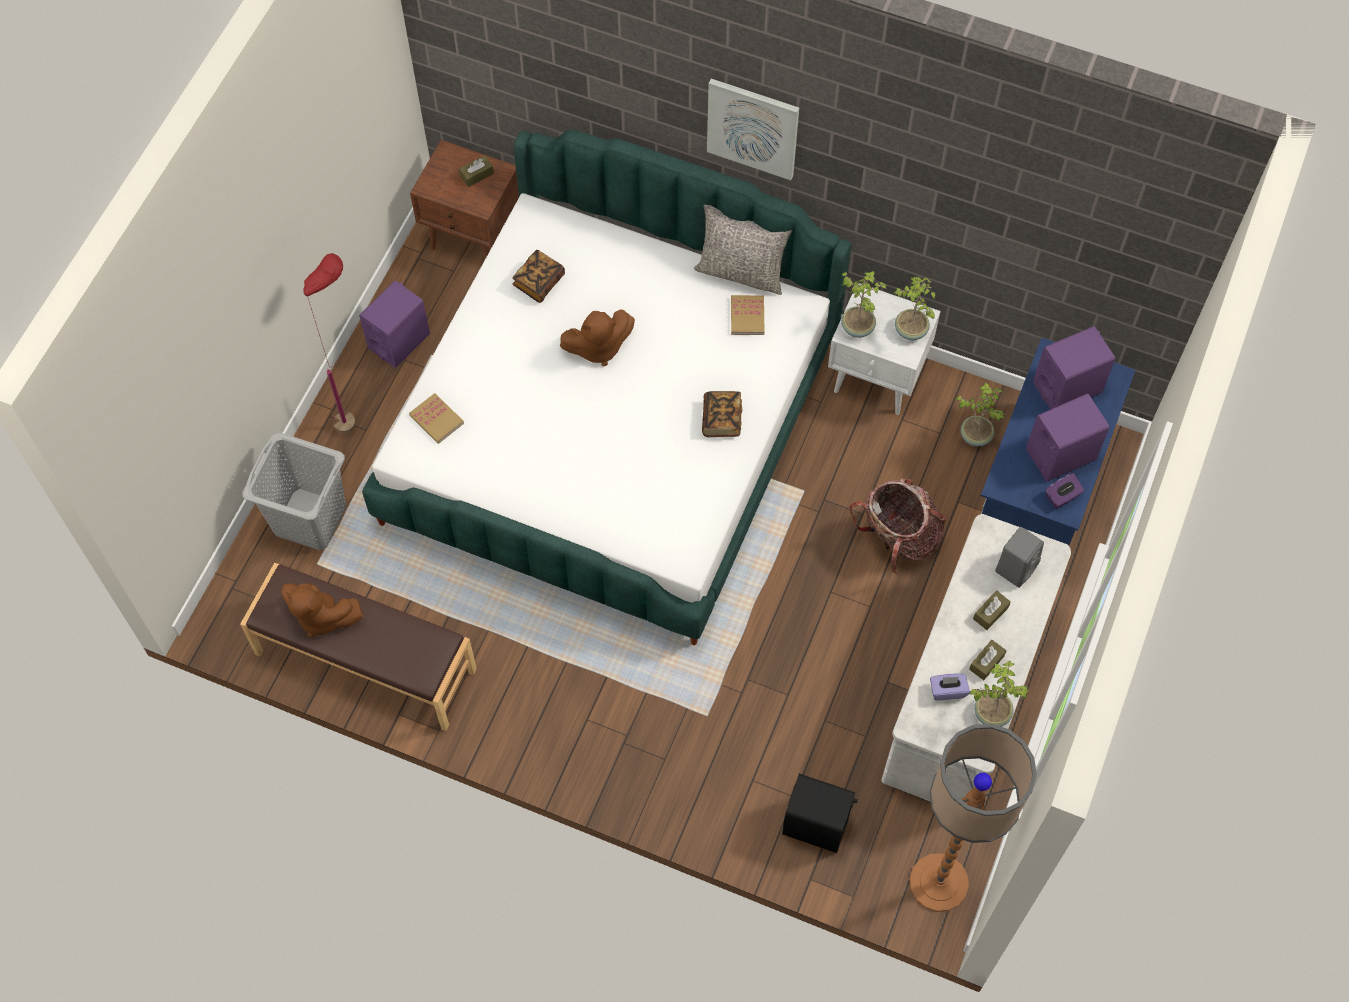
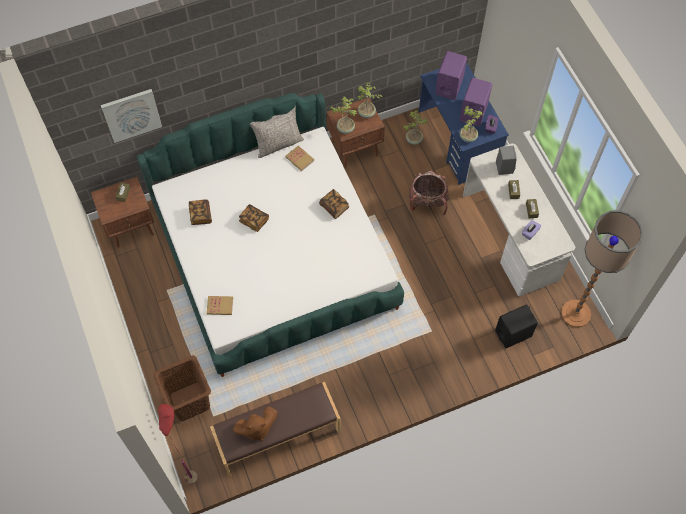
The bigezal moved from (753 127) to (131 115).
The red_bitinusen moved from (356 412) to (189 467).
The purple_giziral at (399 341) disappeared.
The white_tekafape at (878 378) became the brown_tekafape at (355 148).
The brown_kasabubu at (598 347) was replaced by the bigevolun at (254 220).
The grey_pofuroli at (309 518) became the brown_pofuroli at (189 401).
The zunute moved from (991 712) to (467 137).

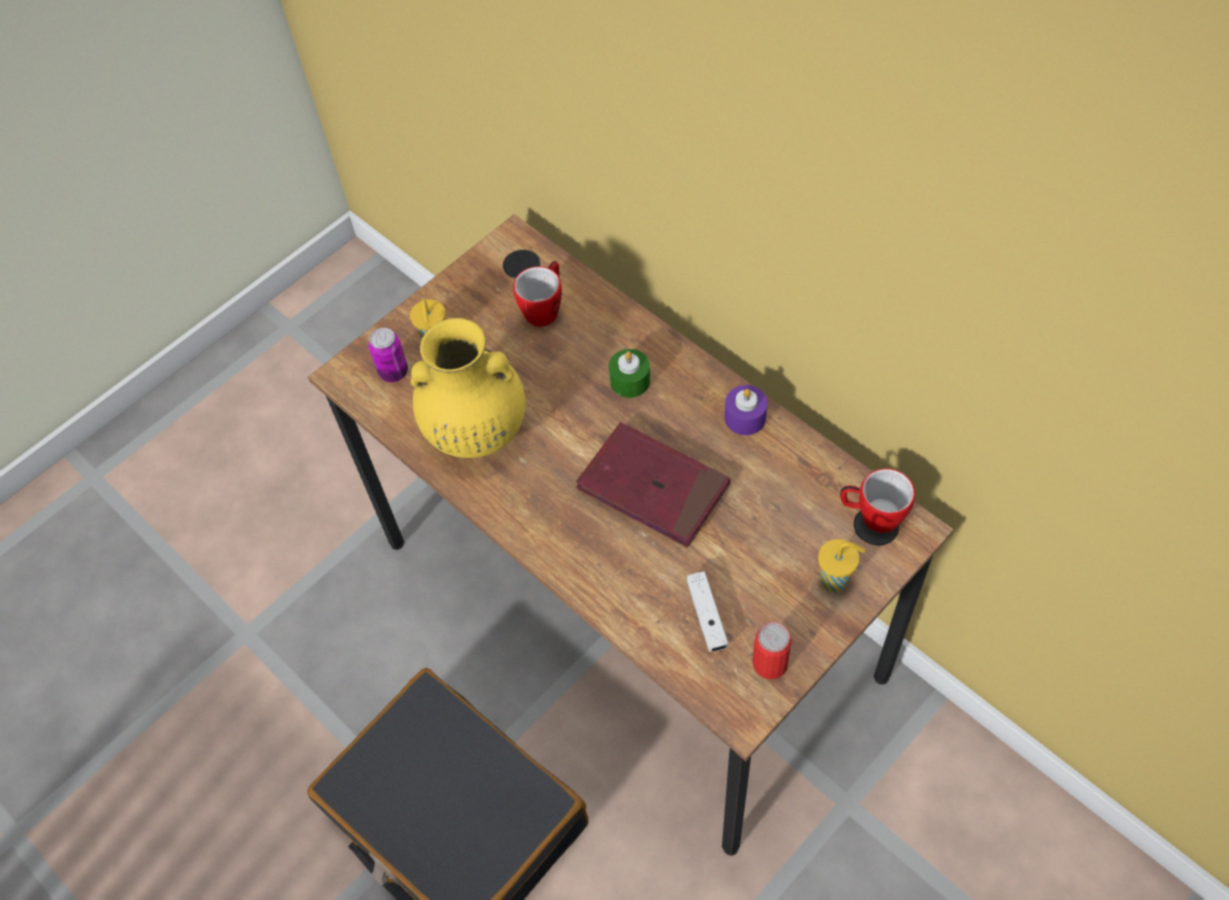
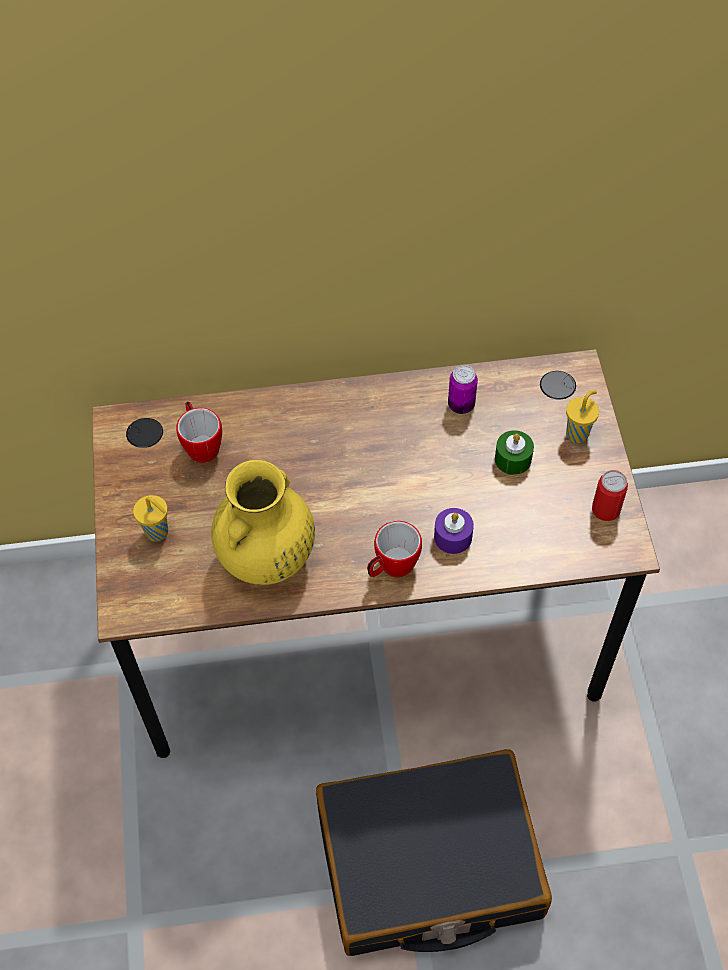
The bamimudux moved from (393 372) to (461 405).
The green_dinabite moved from (630 381) to (513 459).
The purple_dinabite moved from (745 417) to (453 537).
The red_bigevolun at (653 487) disappeared.
The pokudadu moved from (872 515) to (391 567).
The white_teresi at (706 616) disappeared.

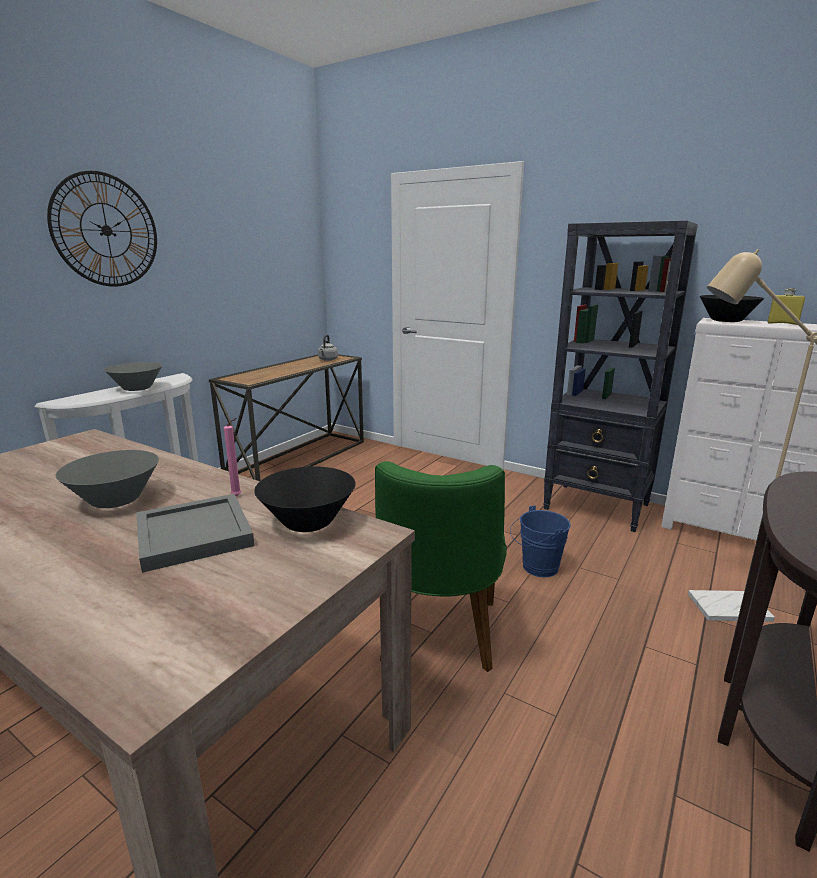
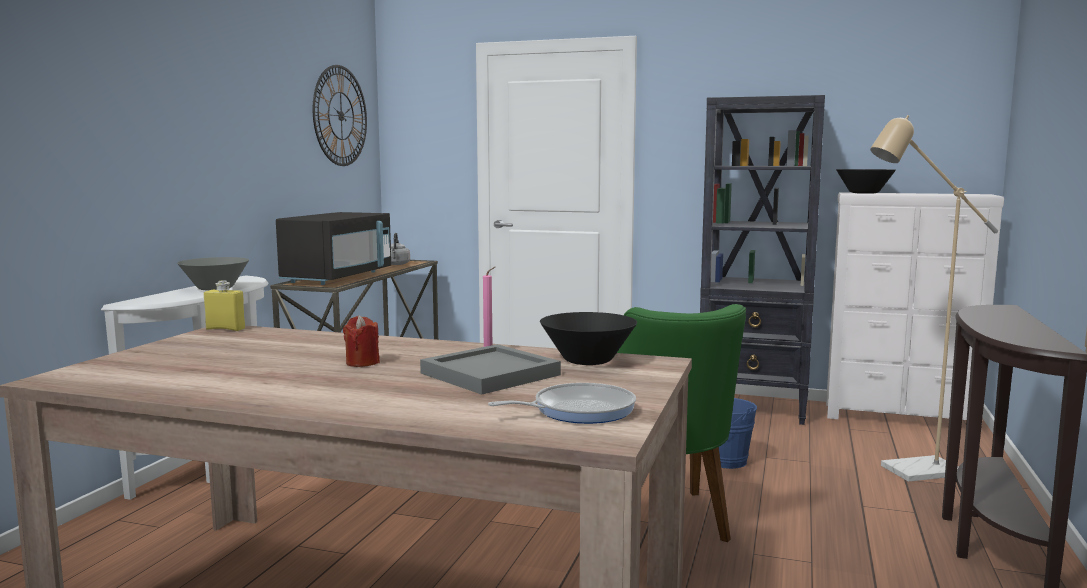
The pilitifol moved from (106 230) to (340 116).
The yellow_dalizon moved from (782 323) to (225 329).
The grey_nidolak at (115 500) was replaced by the red_dinabite at (362 363).
The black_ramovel at (338 277) appeared.
The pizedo at (578 410) appeared.

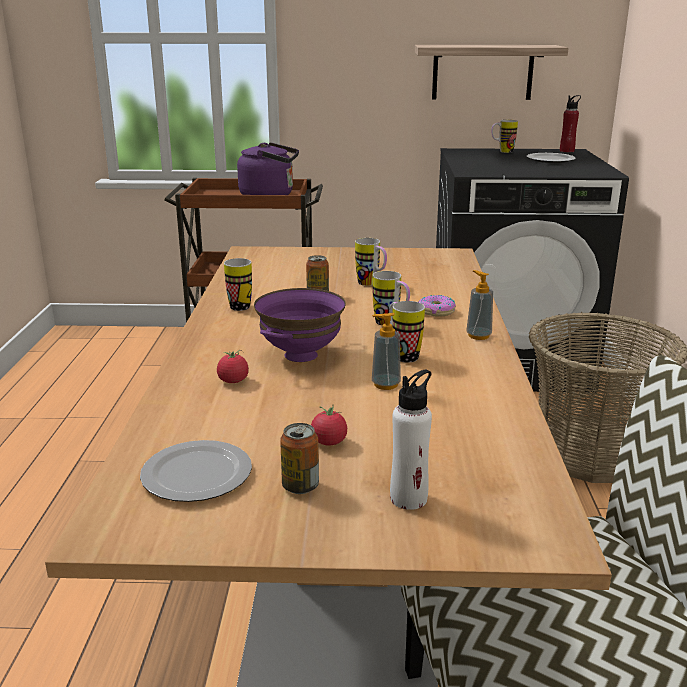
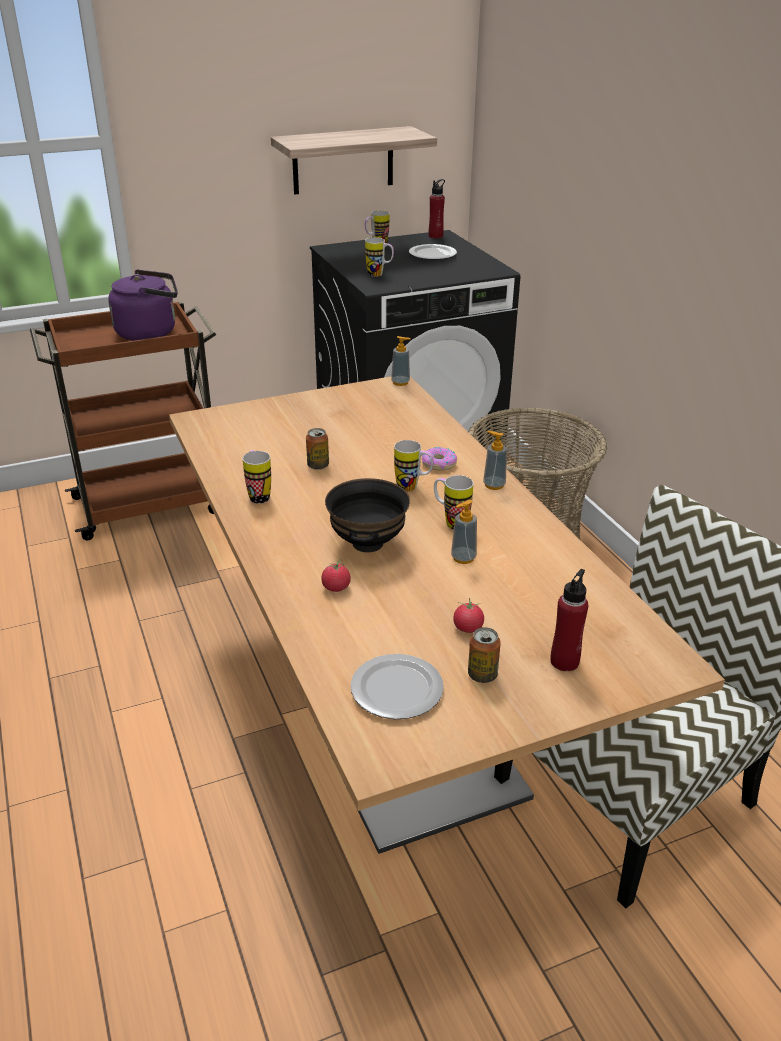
The pokudadu moved from (371 284) to (379 275).
The purple_nidolak at (301 355) became the black_nidolak at (368 544).
The white_dalizon at (409 498) became the red_dalizon at (564 661).
The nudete at (400 382) appeared.

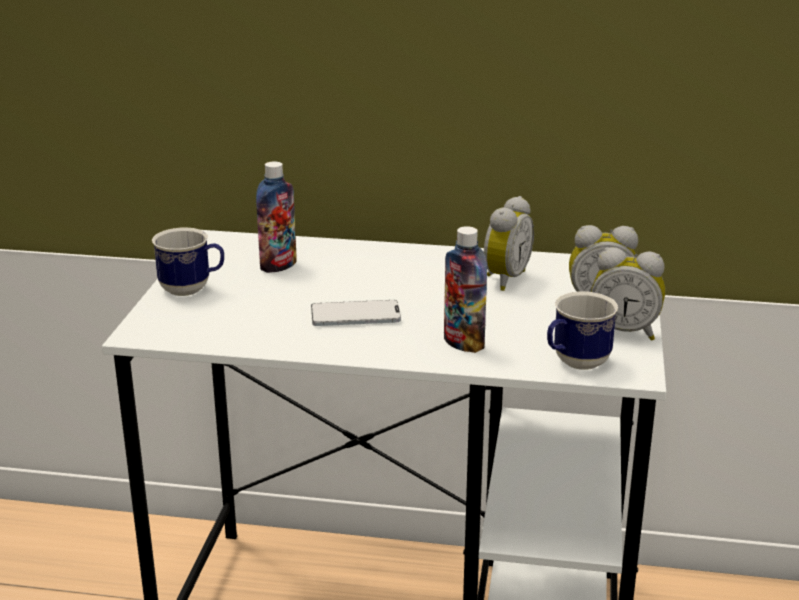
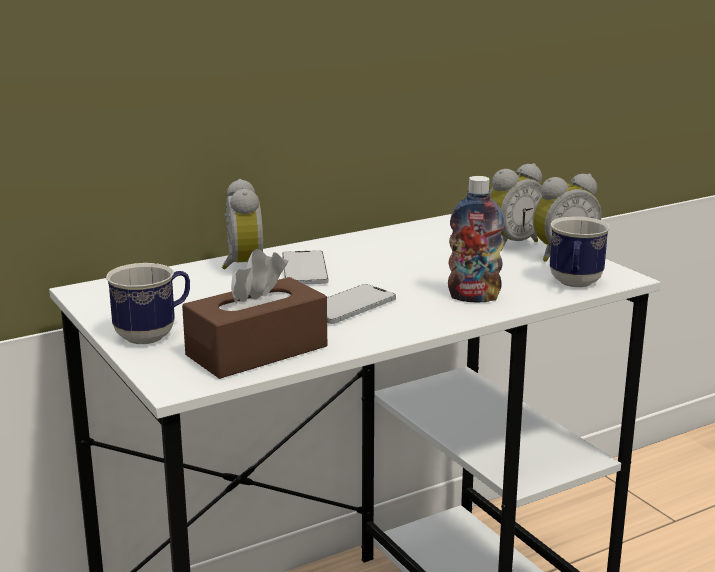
The dalizon at (278 266) disappeared.
The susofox moved from (503 279) to (241 268).
The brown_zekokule at (257 351) appeared.
The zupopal at (304 270) appeared.

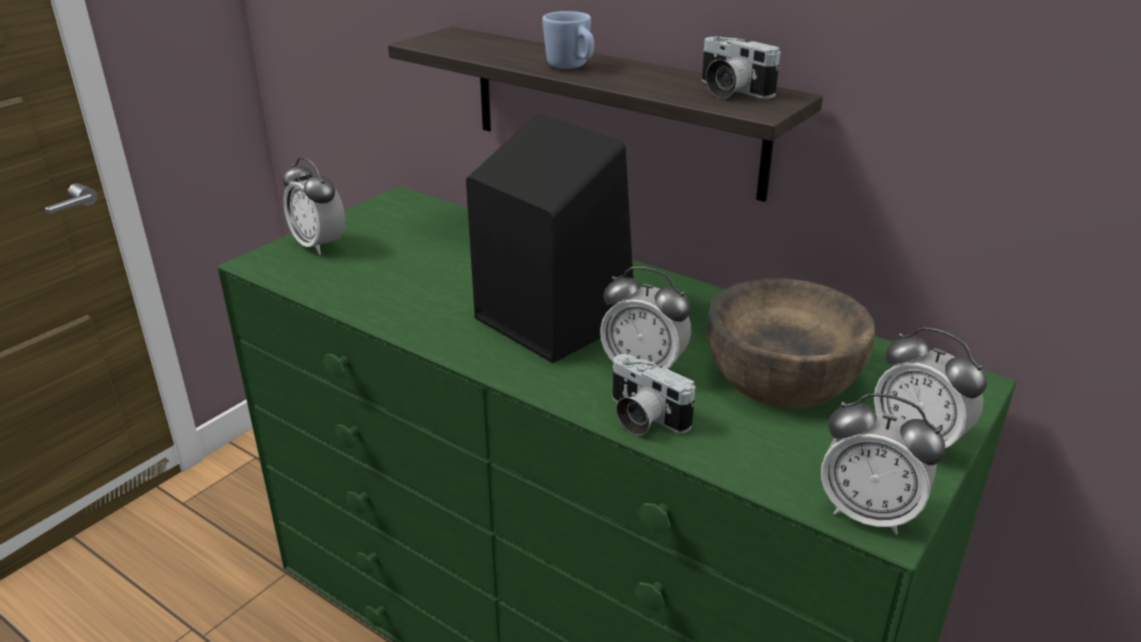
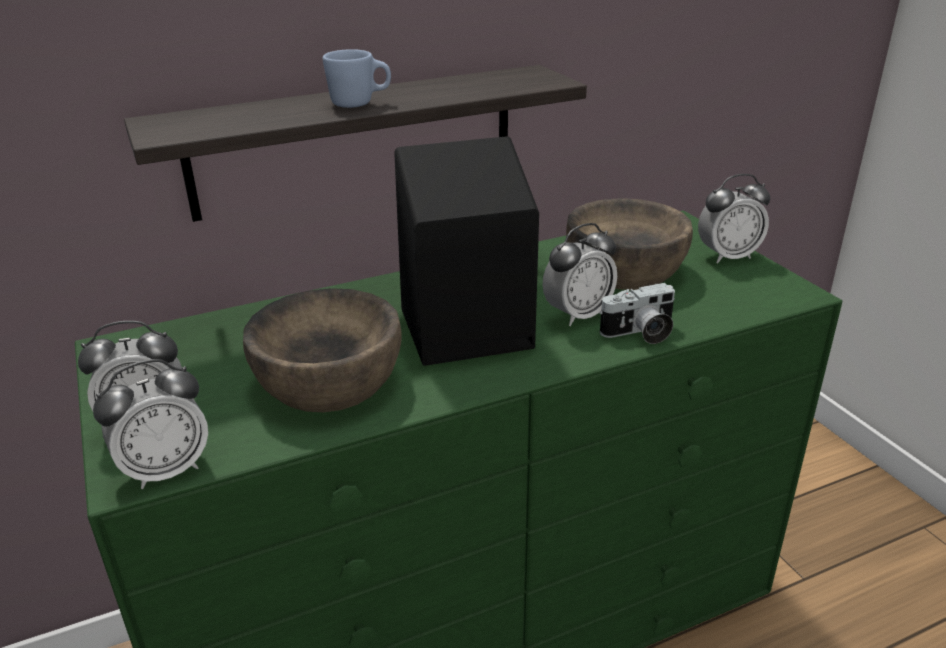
The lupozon at (729 91) disappeared.
The susofox moved from (868 513) to (166 470).
The brown_nidolak at (328 380) appeared.

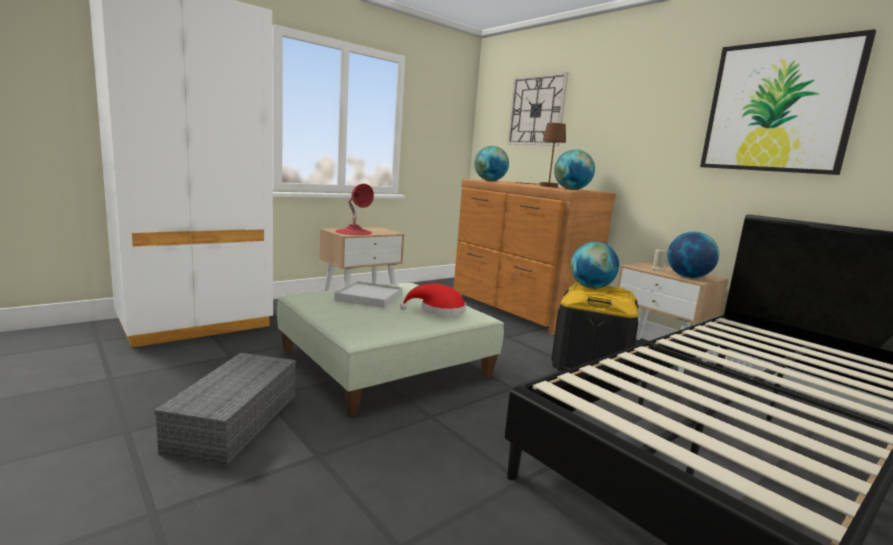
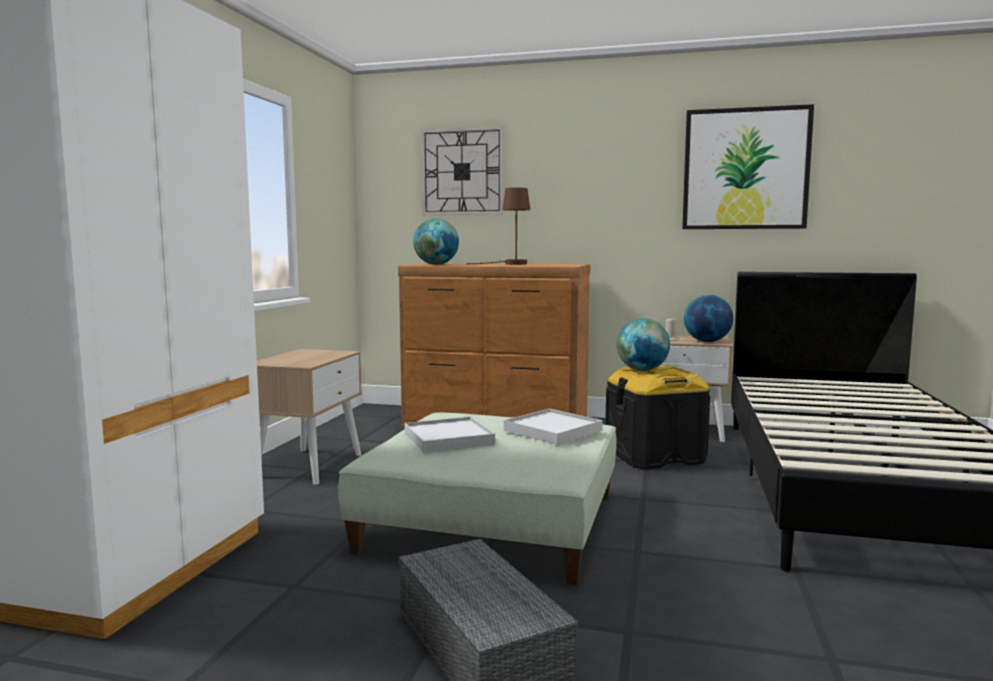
The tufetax at (571 189) disappeared.
The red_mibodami at (354 232) disappeared.
The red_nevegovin at (438 310) was replaced by the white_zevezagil at (553 430).

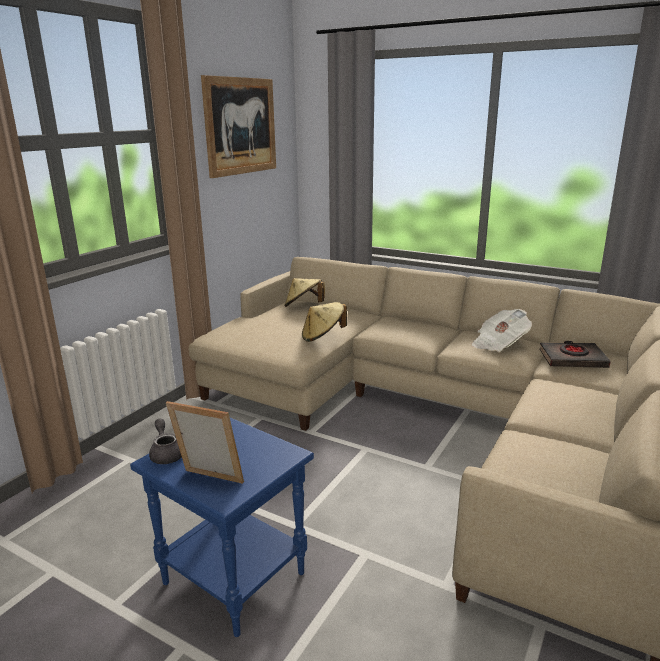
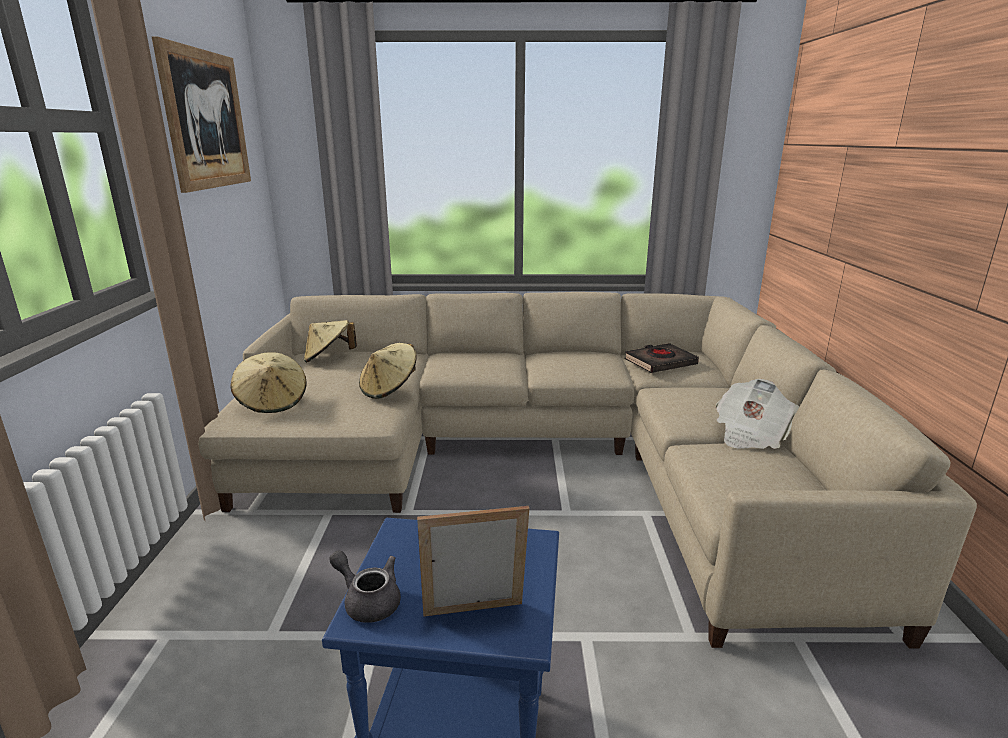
The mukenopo moved from (498 344) to (750 434).
The beige_nevegovin at (272 402) appeared.

